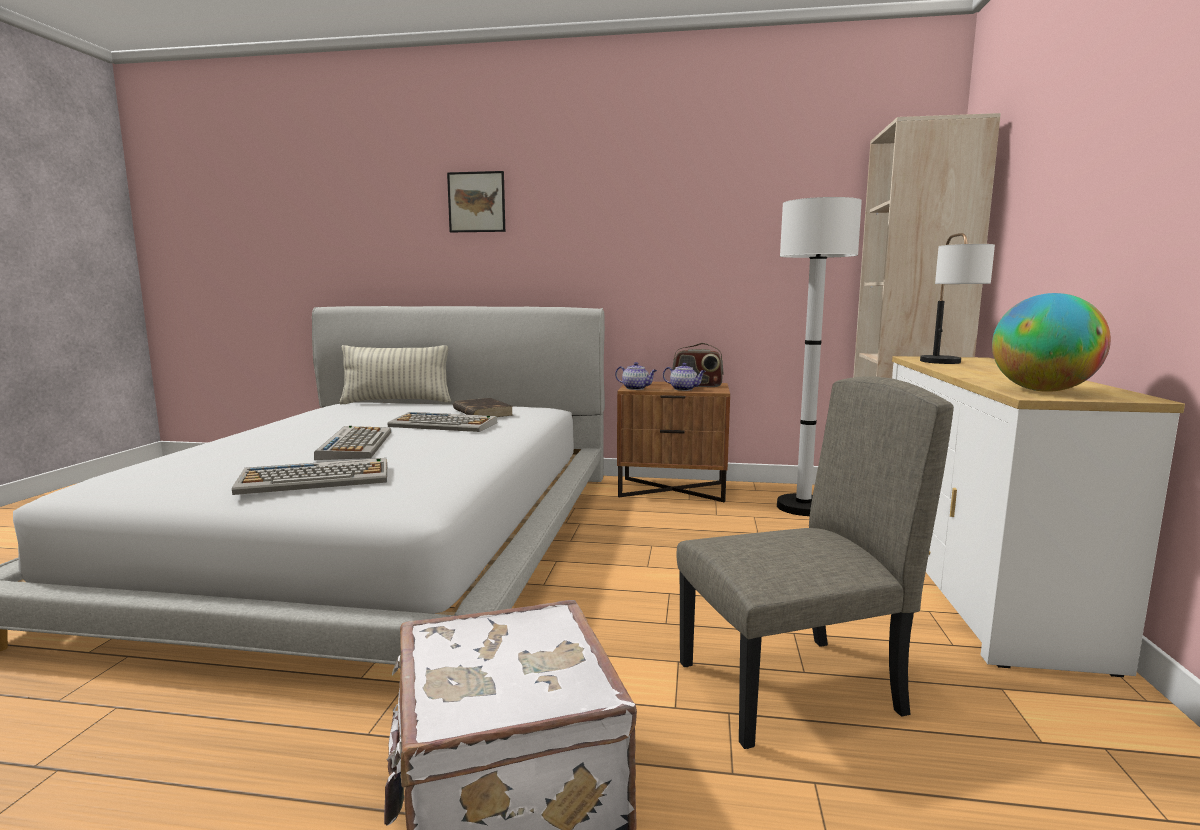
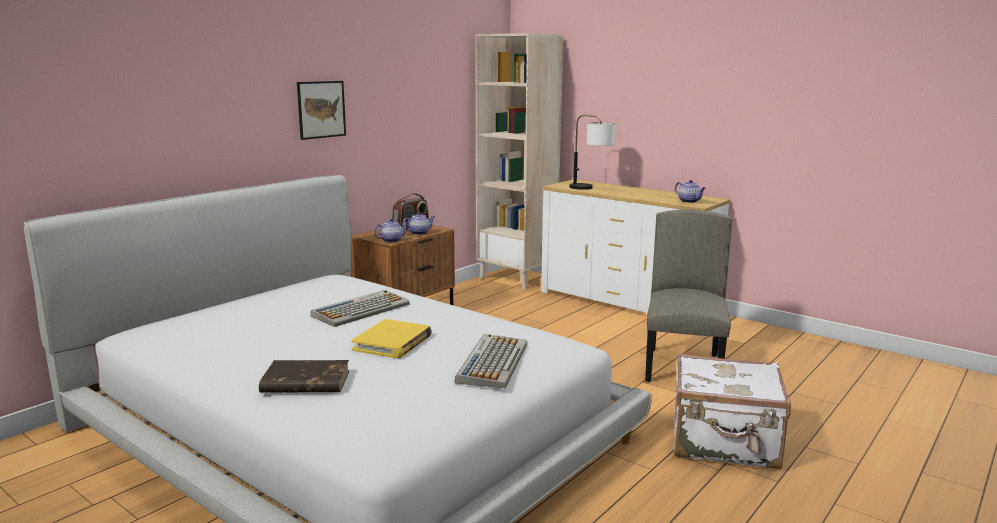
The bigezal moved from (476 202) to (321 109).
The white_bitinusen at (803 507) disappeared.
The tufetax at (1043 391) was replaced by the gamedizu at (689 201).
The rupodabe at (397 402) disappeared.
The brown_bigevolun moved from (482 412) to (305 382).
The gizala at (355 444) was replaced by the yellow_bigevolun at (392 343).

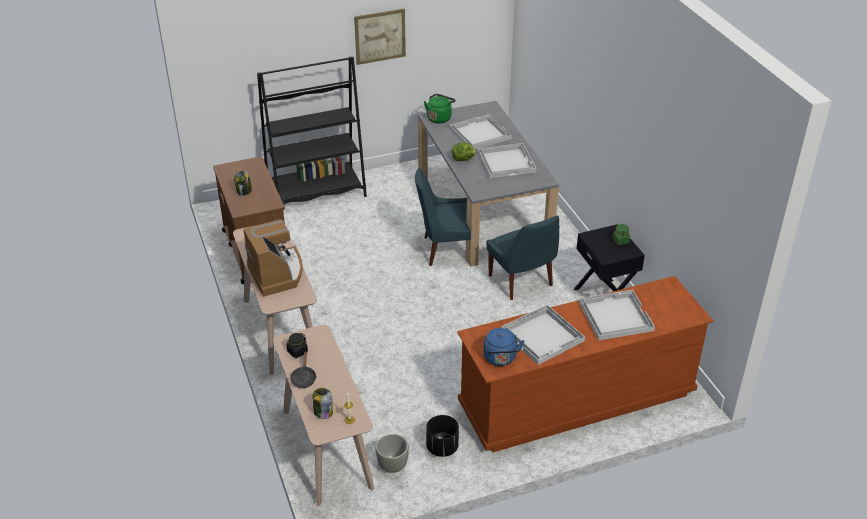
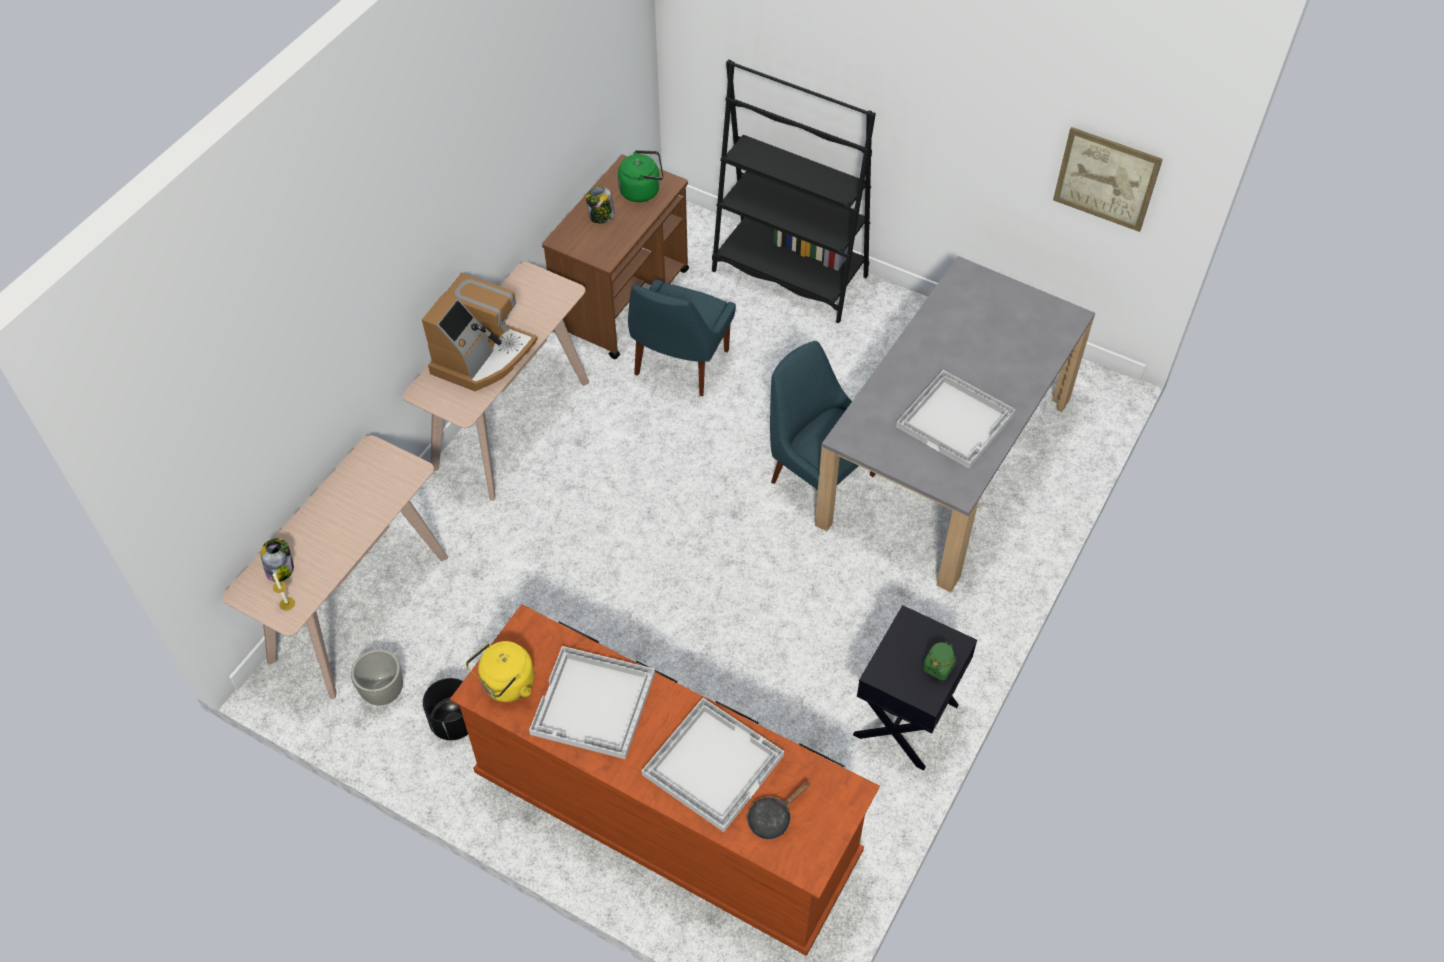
The bigezal moved from (380 36) to (1106 179).
The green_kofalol moved from (439 118) to (642 190).
The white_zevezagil at (479 133) disappeared.
The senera at (463 159) disappeared.
The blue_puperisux moved from (522 282) to (679 365).
The blue_kofalol at (500 359) became the yellow_kofalol at (506 685).
The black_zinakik at (297 352) disappeared.
The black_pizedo moved from (303 378) to (772 818).

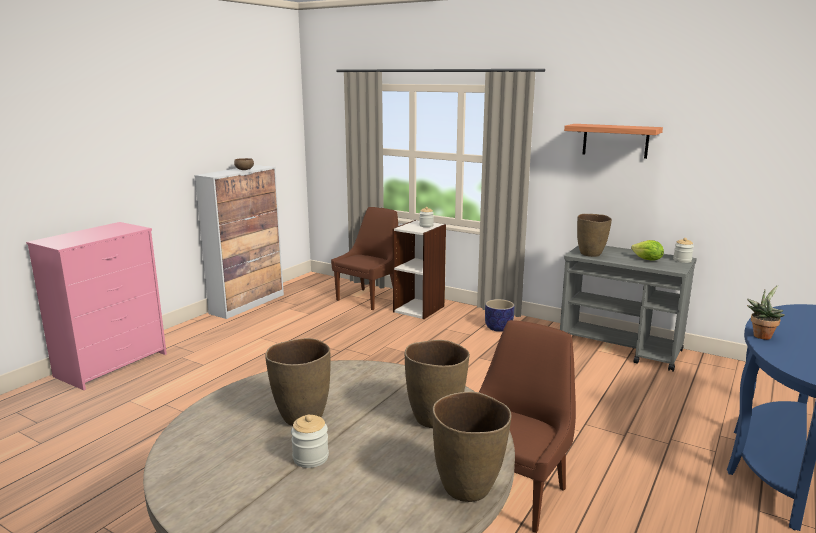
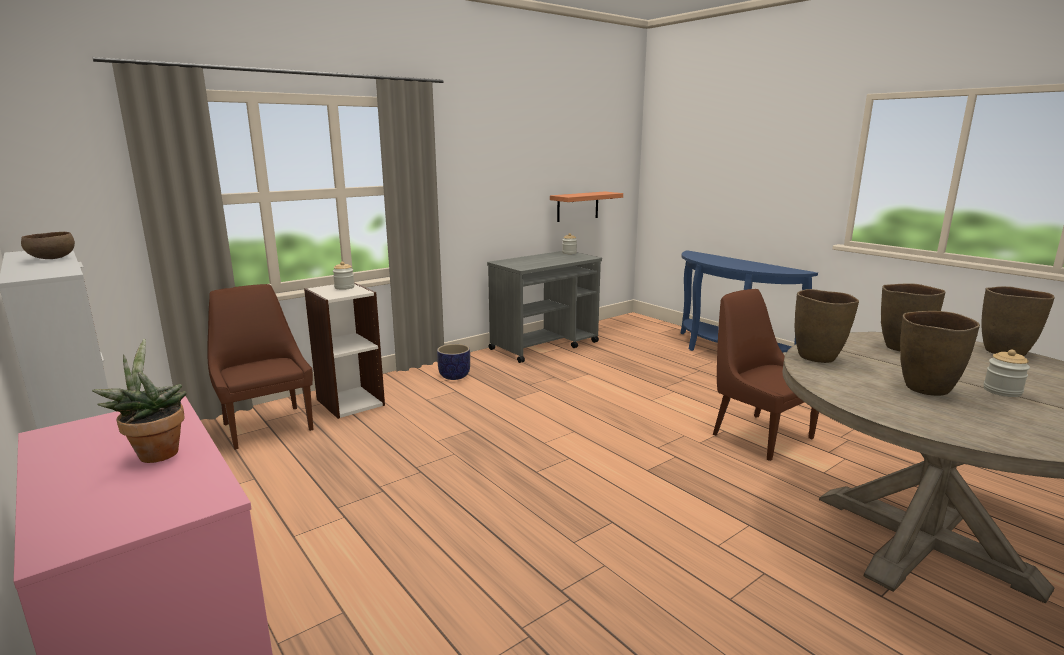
The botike moved from (615 140) to (577 206).
The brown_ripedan moved from (591 254) to (817 357).
The senera at (647 260) disappeared.
The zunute moved from (761 335) to (156 452).

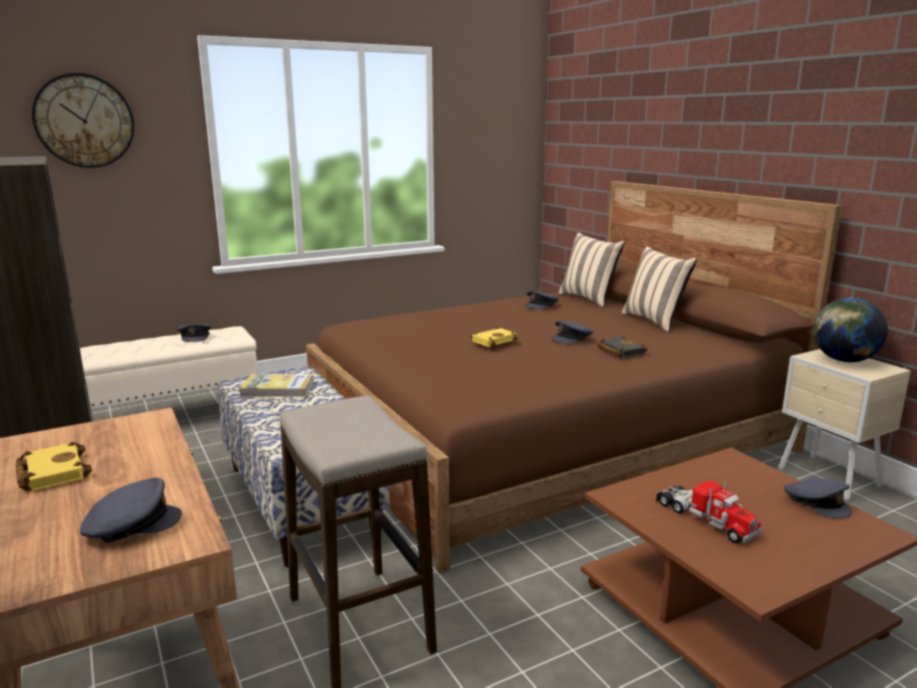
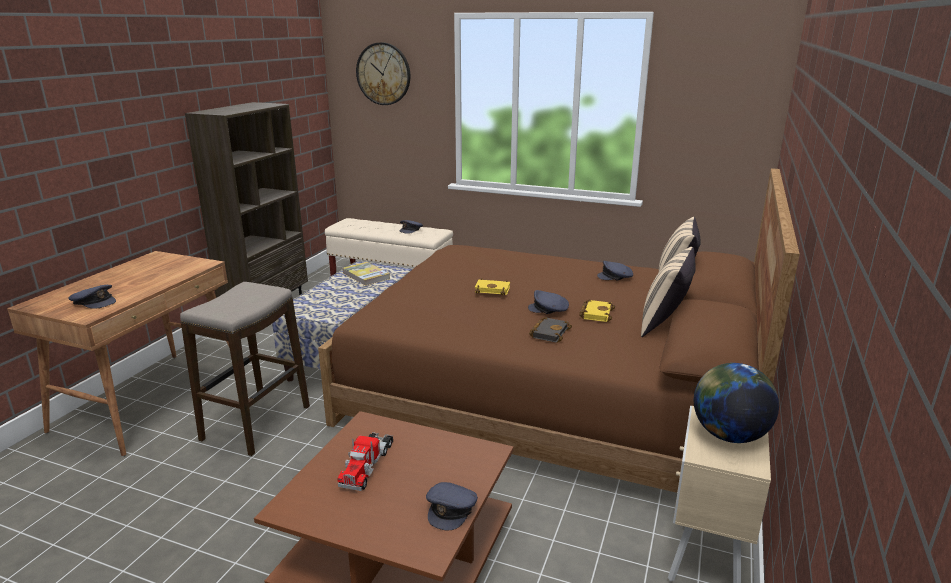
The yellow_bigevolun moved from (51 472) to (595 313).

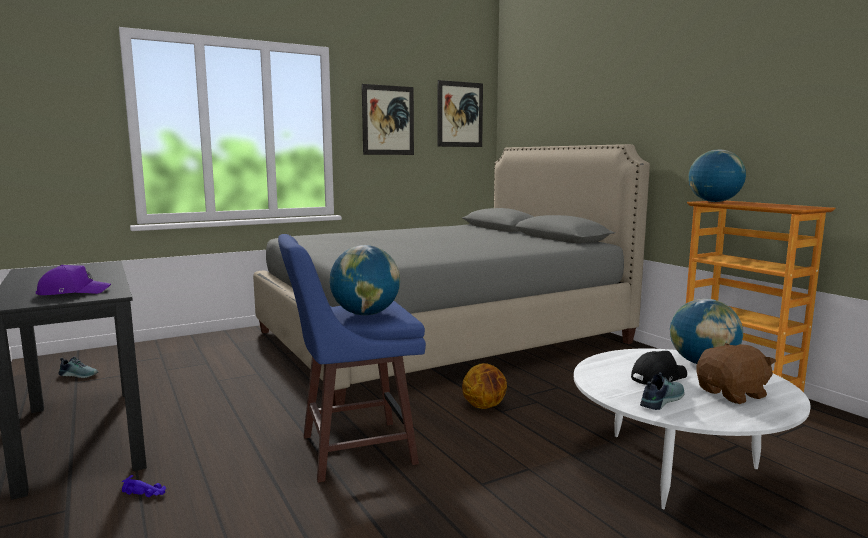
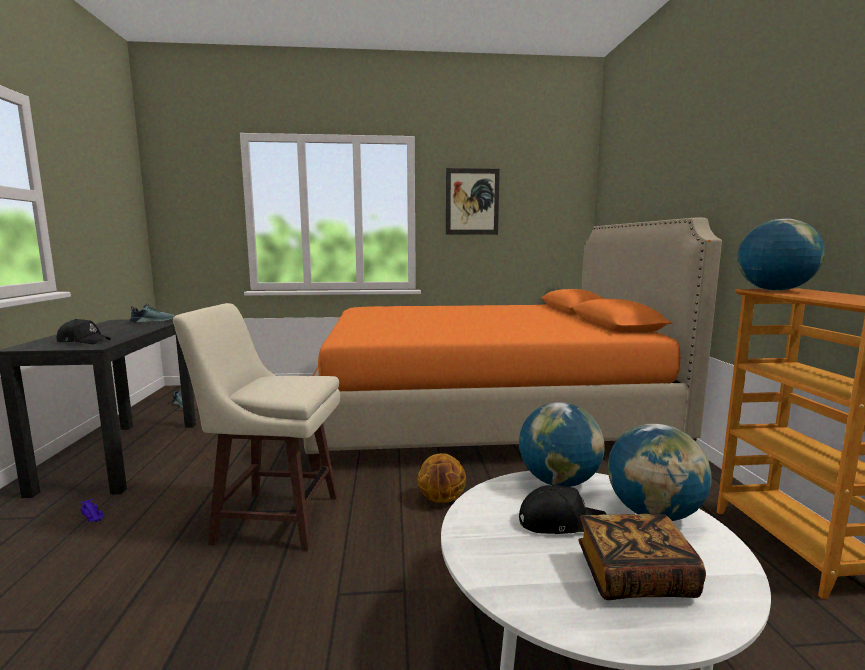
The bigezal at (460 114) disappeared.
The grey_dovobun at (441 337) became the orange_dovobun at (482 415).
The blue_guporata at (353 450) became the beige_guporata at (274 518).
The tufetax moved from (365 314) to (558 482).
The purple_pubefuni at (73 292) became the black_pubefuni at (84 341).
The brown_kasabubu at (732 394) was replaced by the bigevolun at (634 577).
The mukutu moved from (660 400) to (153 321).

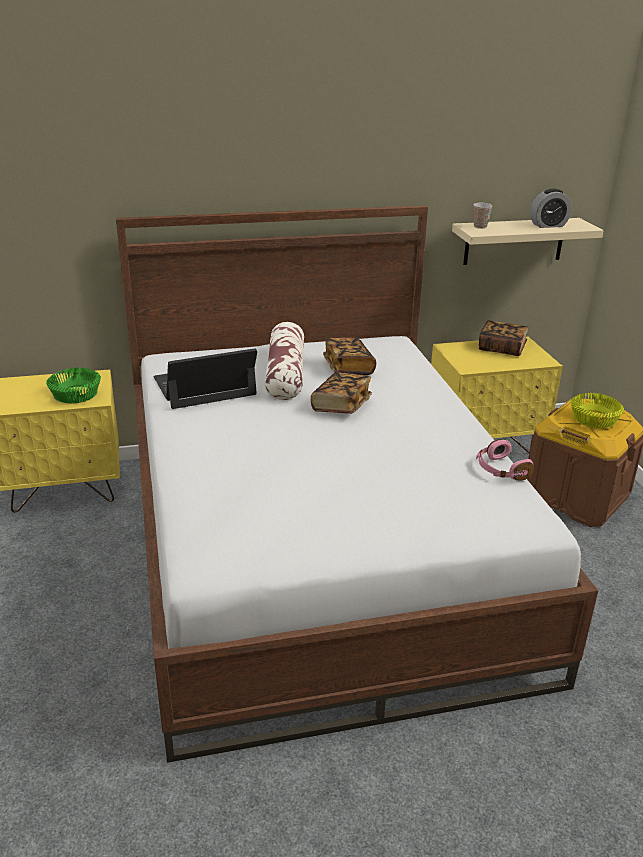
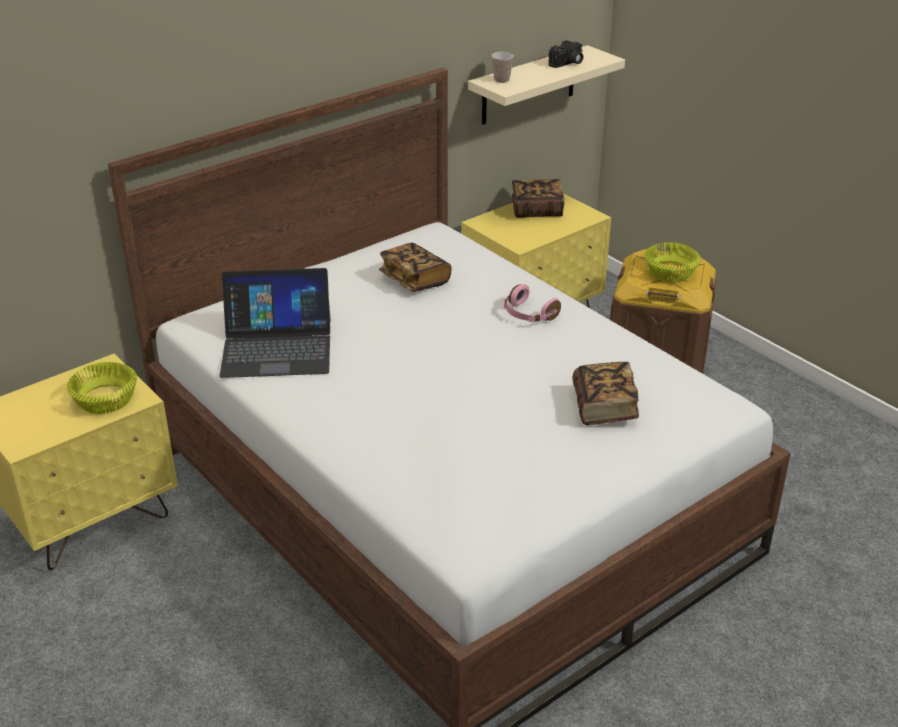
The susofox at (548 225) was replaced by the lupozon at (567 63).
The rupodabe at (285 373) disappeared.
The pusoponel at (204 386) turned 135 degrees counterclockwise.
The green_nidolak at (77 394) became the yellow_nidolak at (106 399).
The bigevolun moved from (341 406) to (604 407).
The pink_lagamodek moved from (500 470) to (528 315).

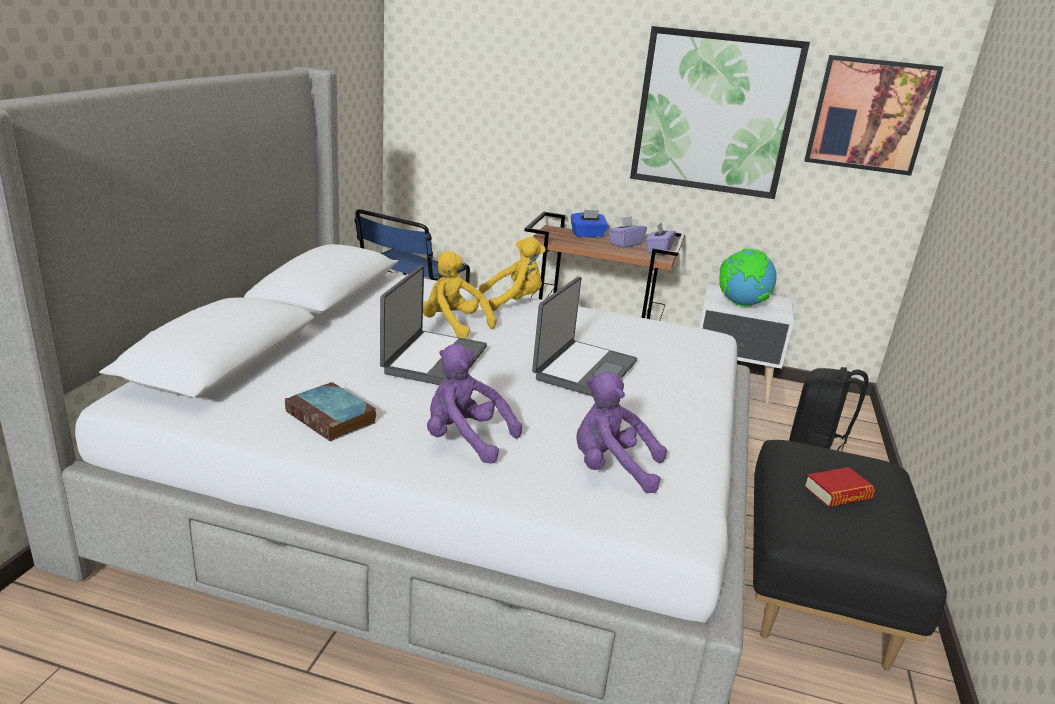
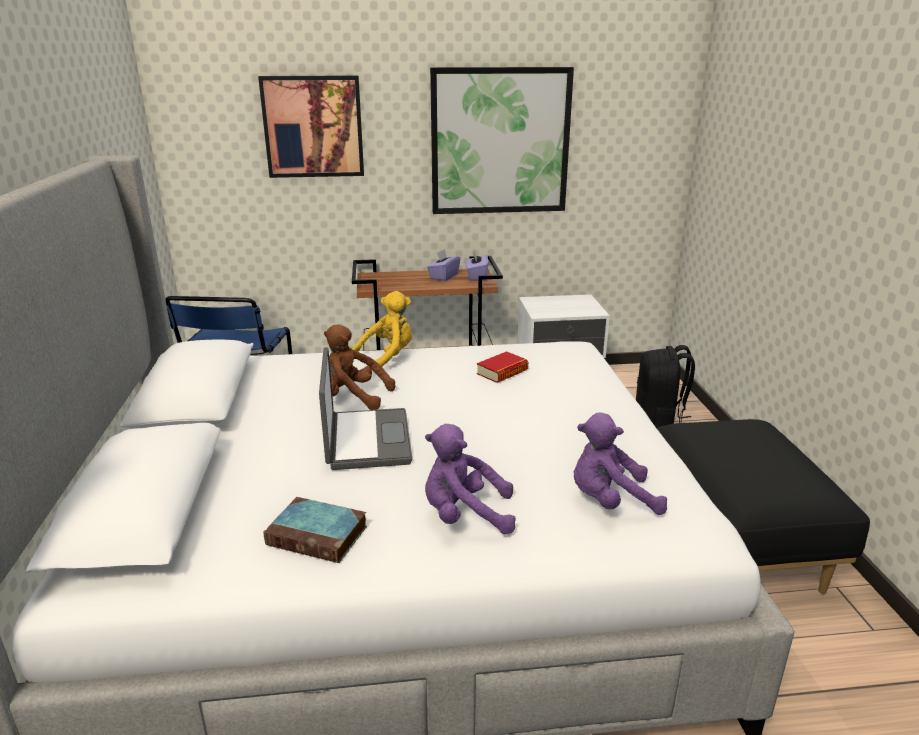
The bigezal moved from (870 115) to (313 127).
The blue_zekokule at (587 235) disappeared.
The tufetax at (741 304) disappeared.
The yellow_kasabubu at (453 325) became the brown_kasabubu at (353 397).
The pusoponel at (583 370) disappeared.
The bigevolun moved from (837 493) to (502 372).

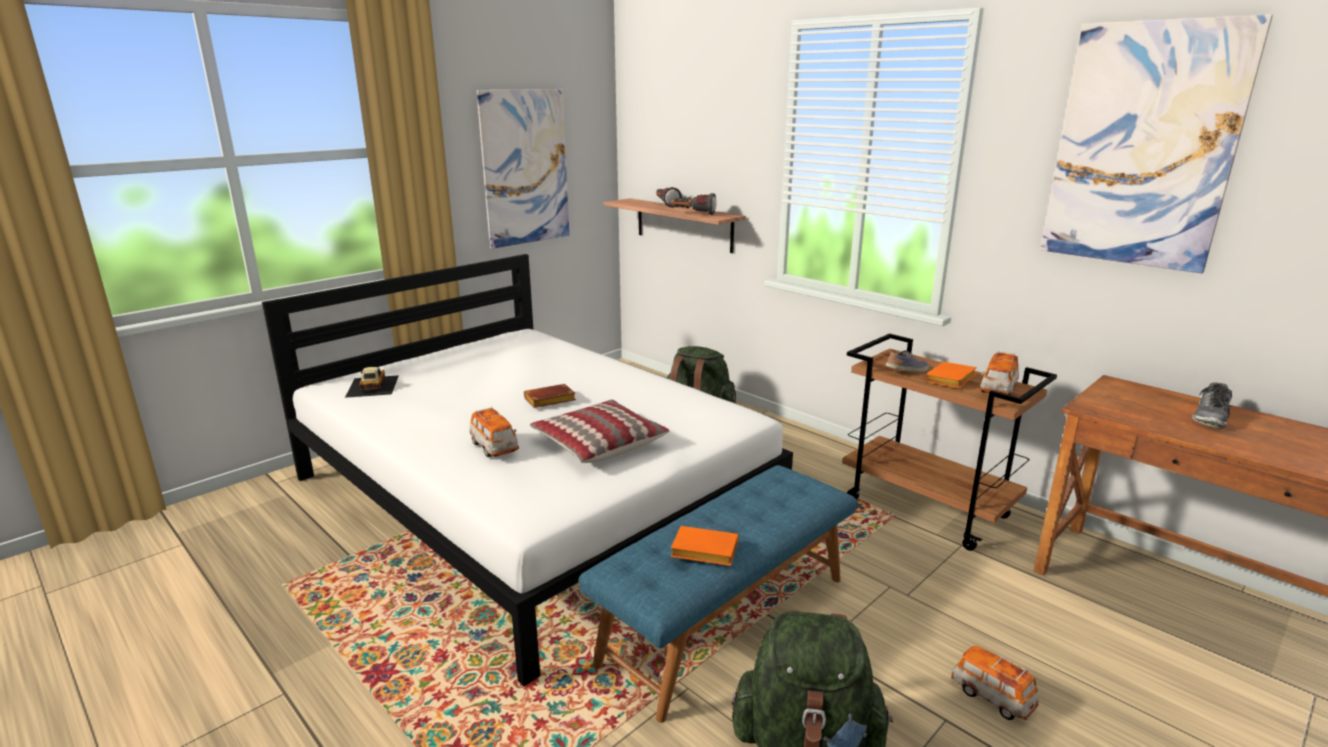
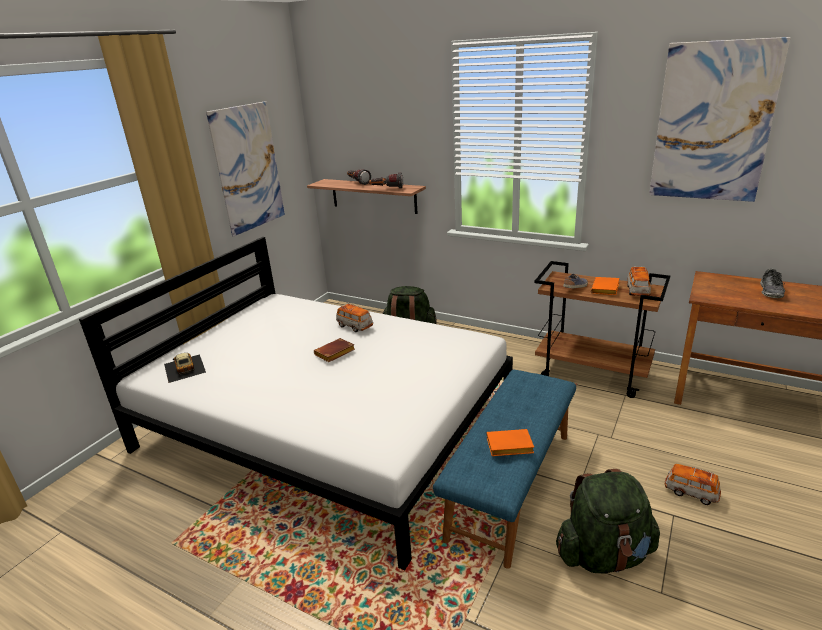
The rupodabe at (598 443) disappeared.
The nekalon moved from (494 448) to (355 326).

